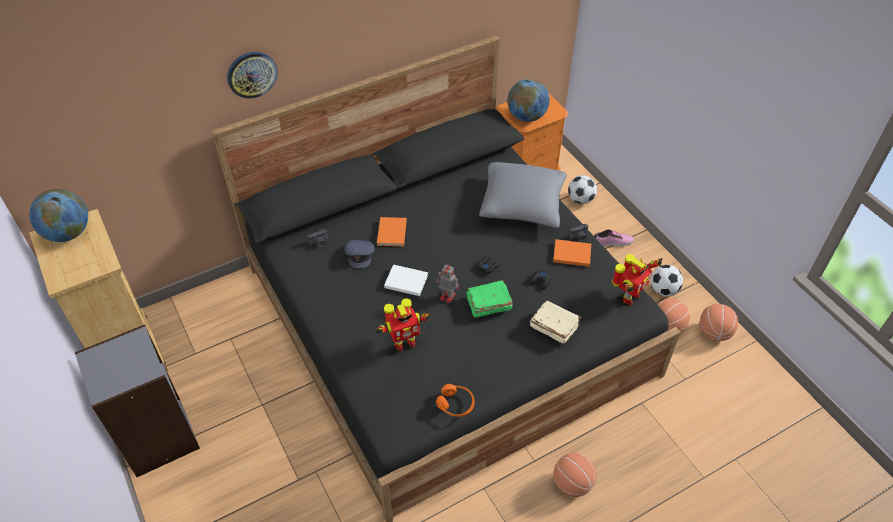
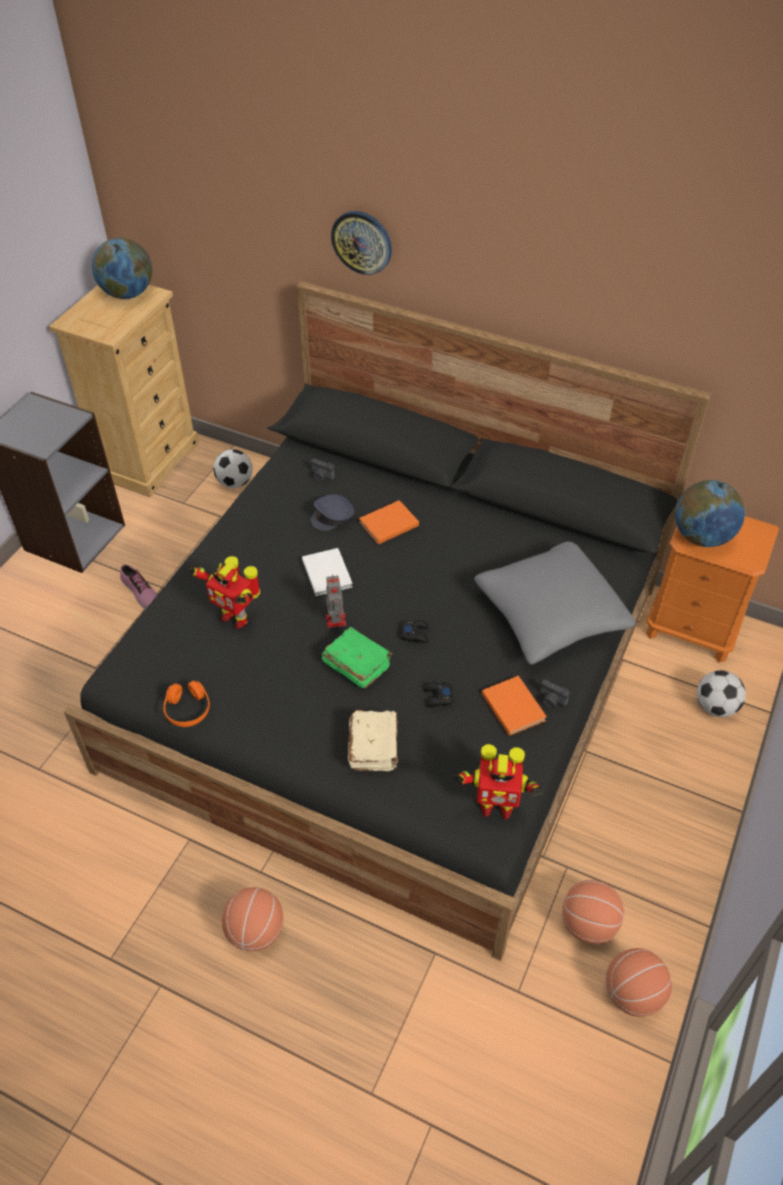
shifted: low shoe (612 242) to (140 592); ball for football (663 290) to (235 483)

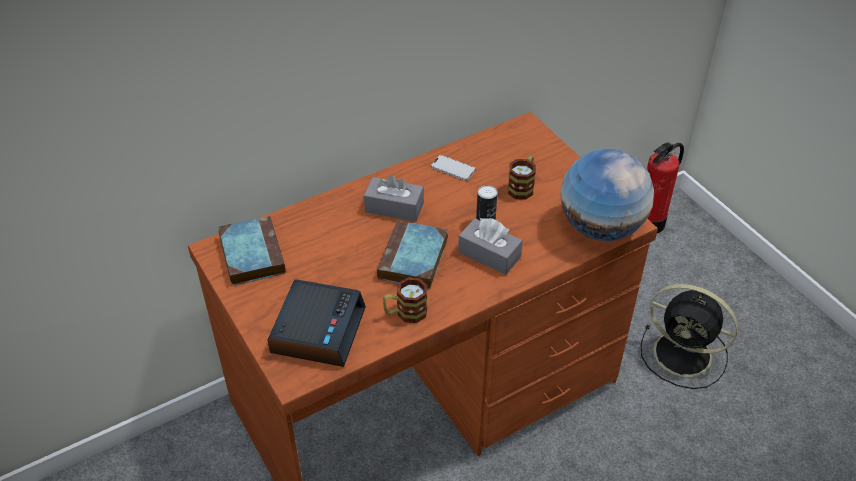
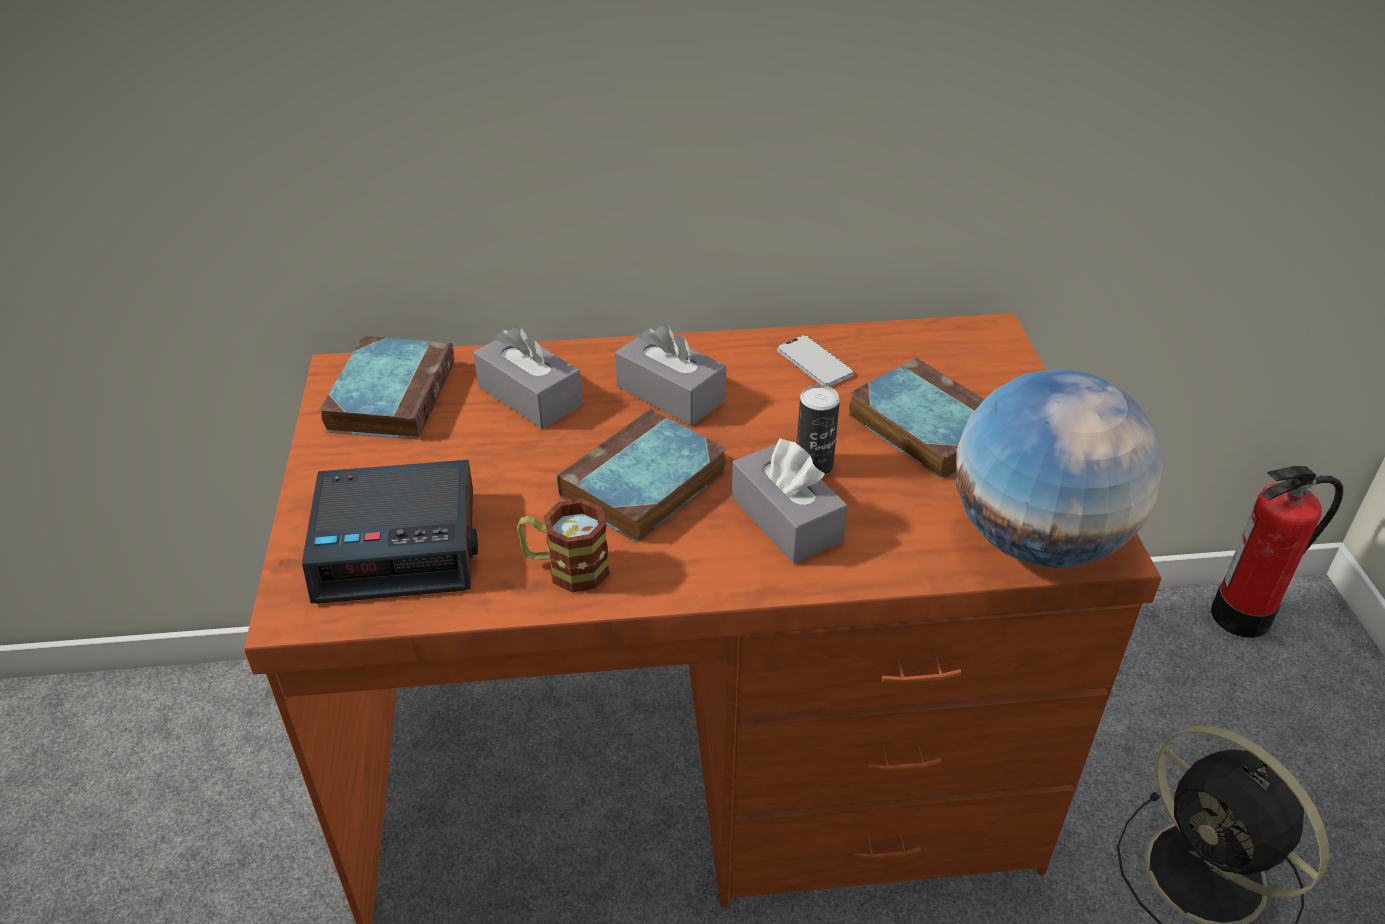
new: gray tissue box (529 396)
swapped: coffee mug (522 186) to bound book (923 425)
rotated: table clock (317 329) = (399 544) 45 degrees clockwise

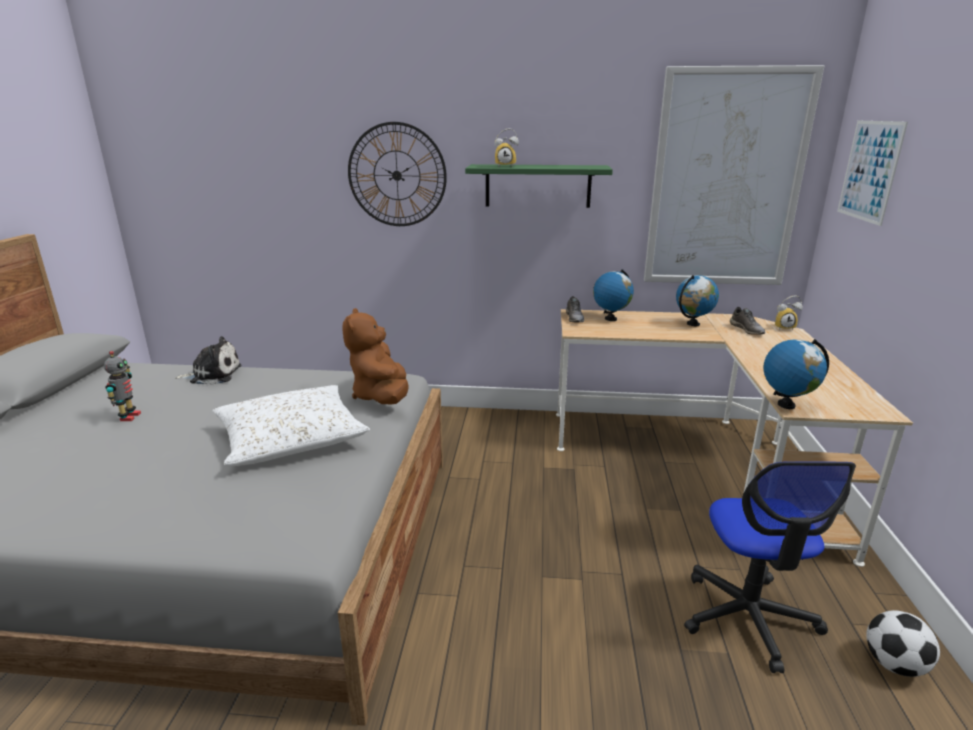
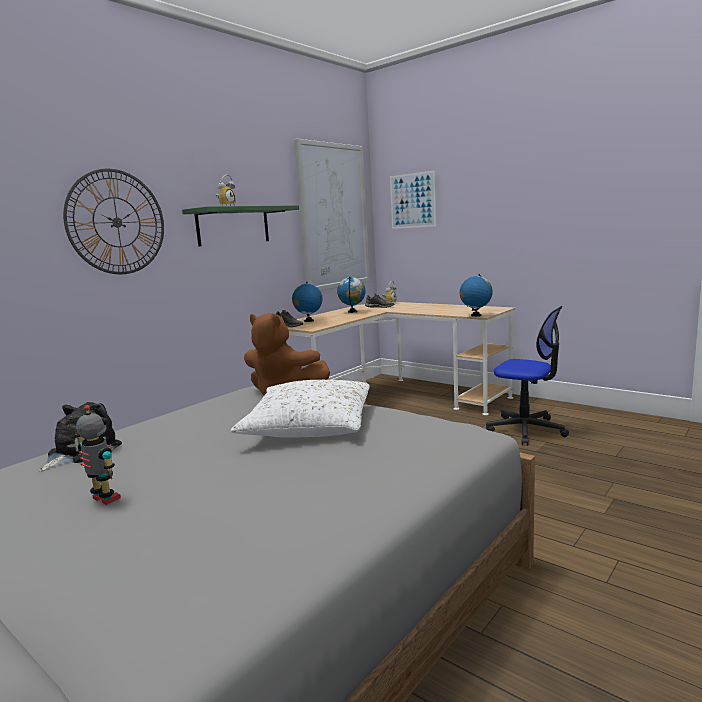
gone: ball for football (893 664)

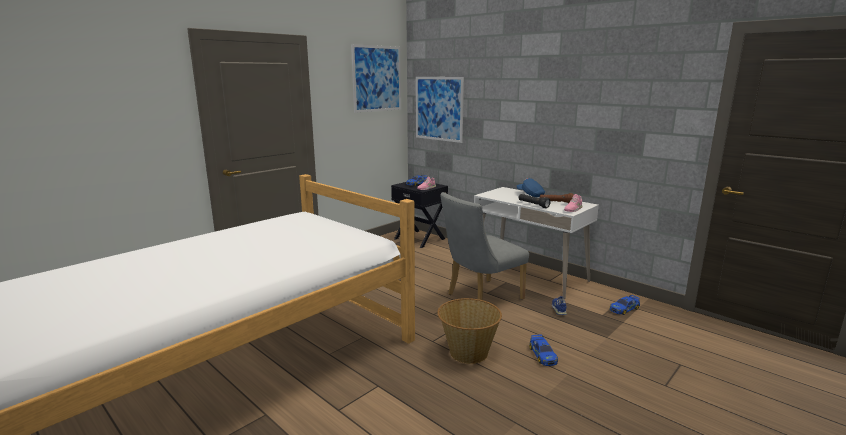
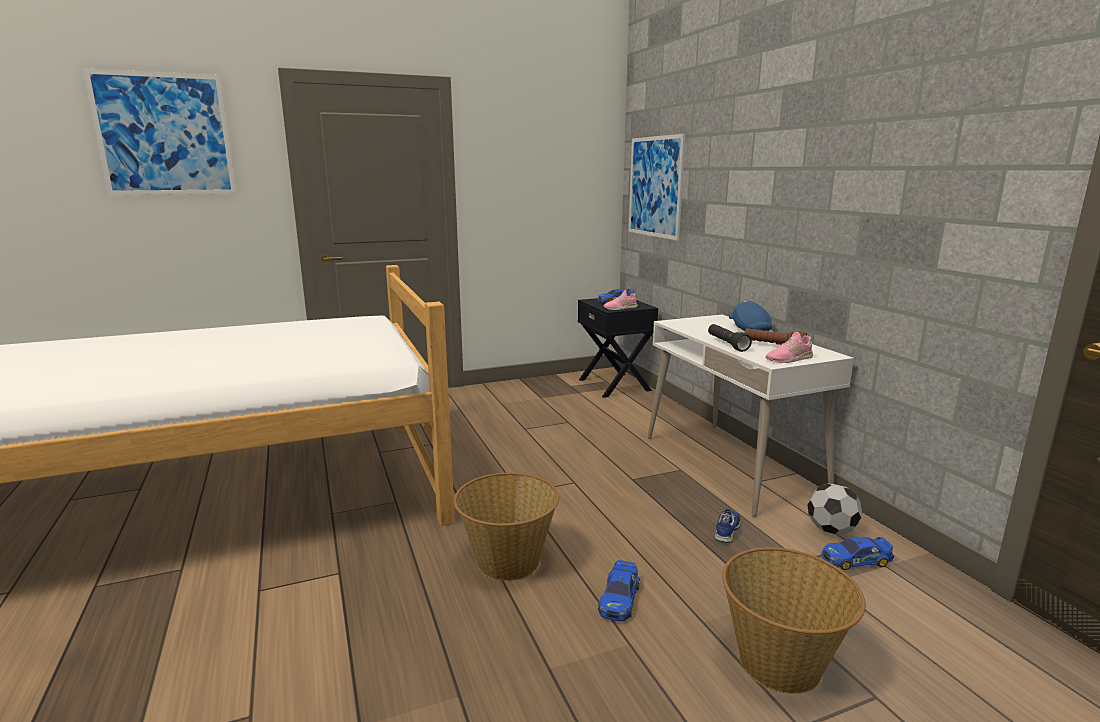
gone: gray plain chair (480 298)
new: basket (781 663); ball for football (831 530)
shifted: wall picture (377 78) to (164 134)

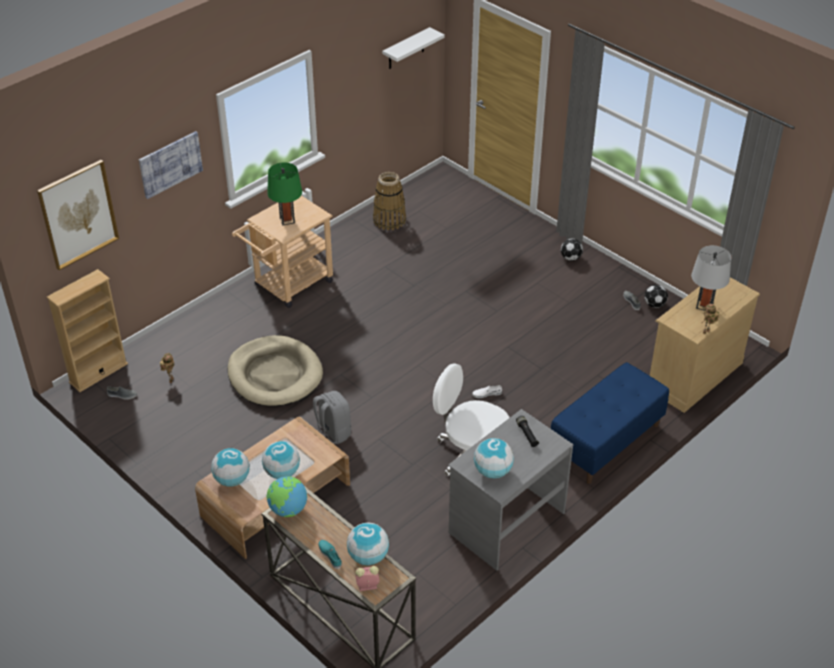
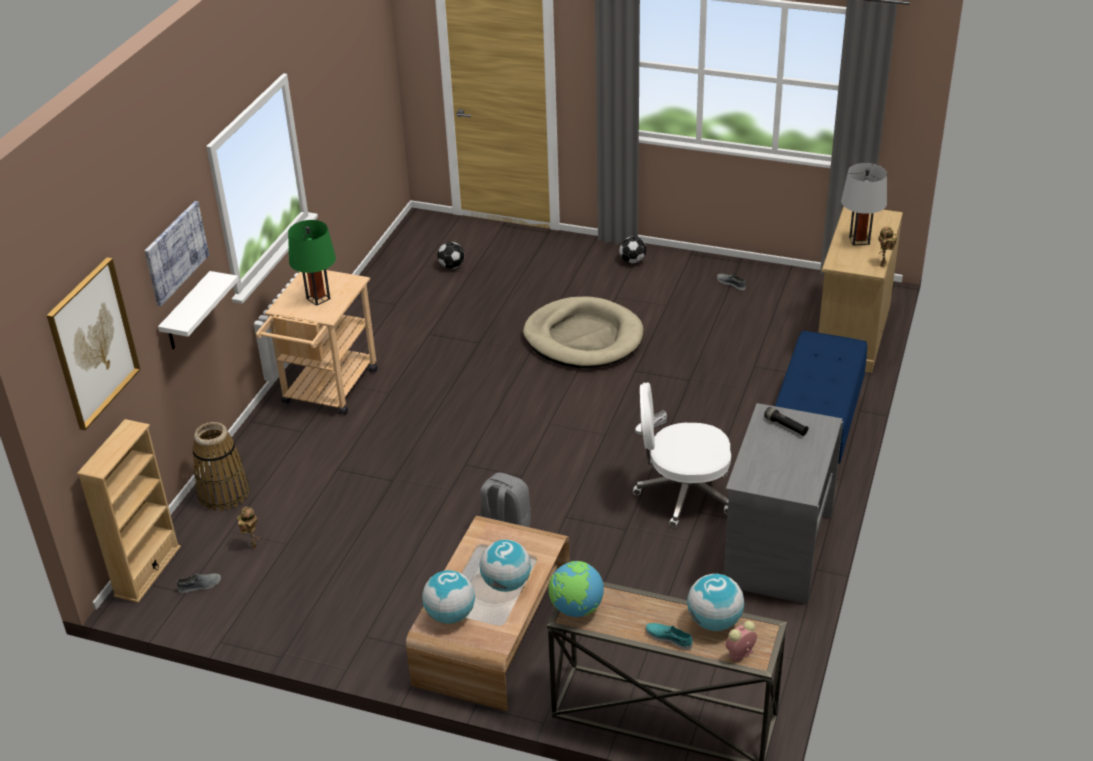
gone: desk globe (493 471)
shifted: beige-coloured dog cushion (275 375) to (583 338); basket (389 220) to (224 493); whitish wall shelf (406 49) to (187 313); ball for football (655 305) to (452 266)

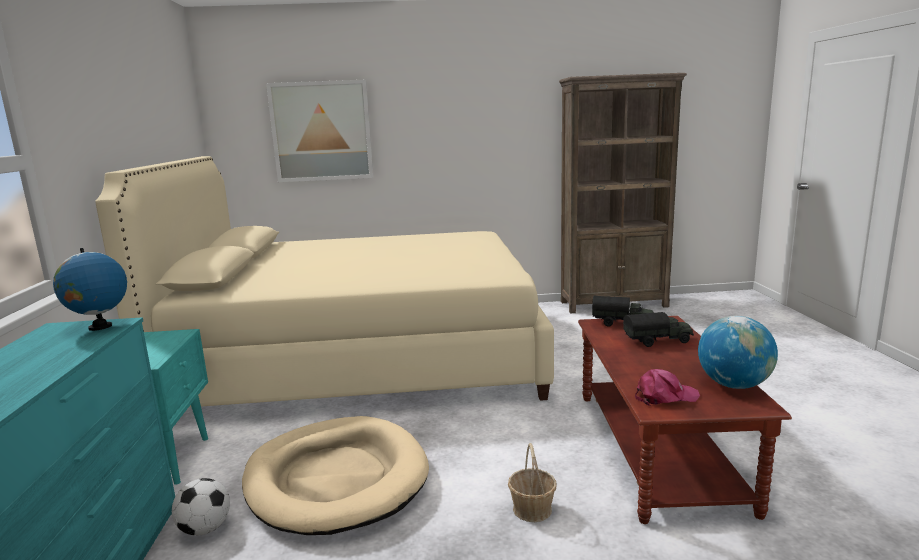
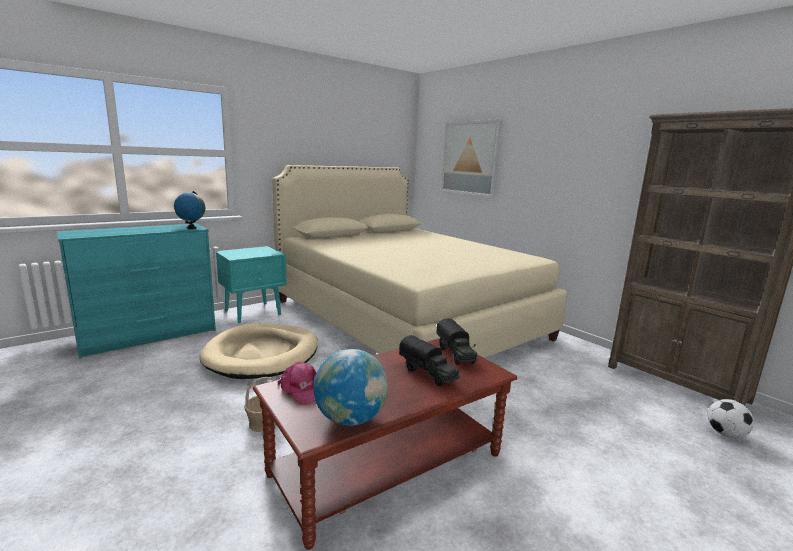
shifted: ball for football (205 529) to (725 434)

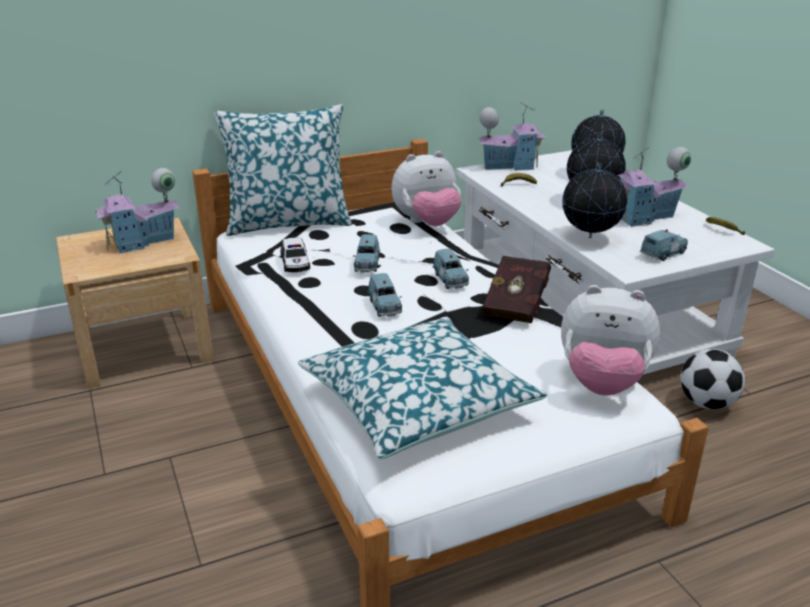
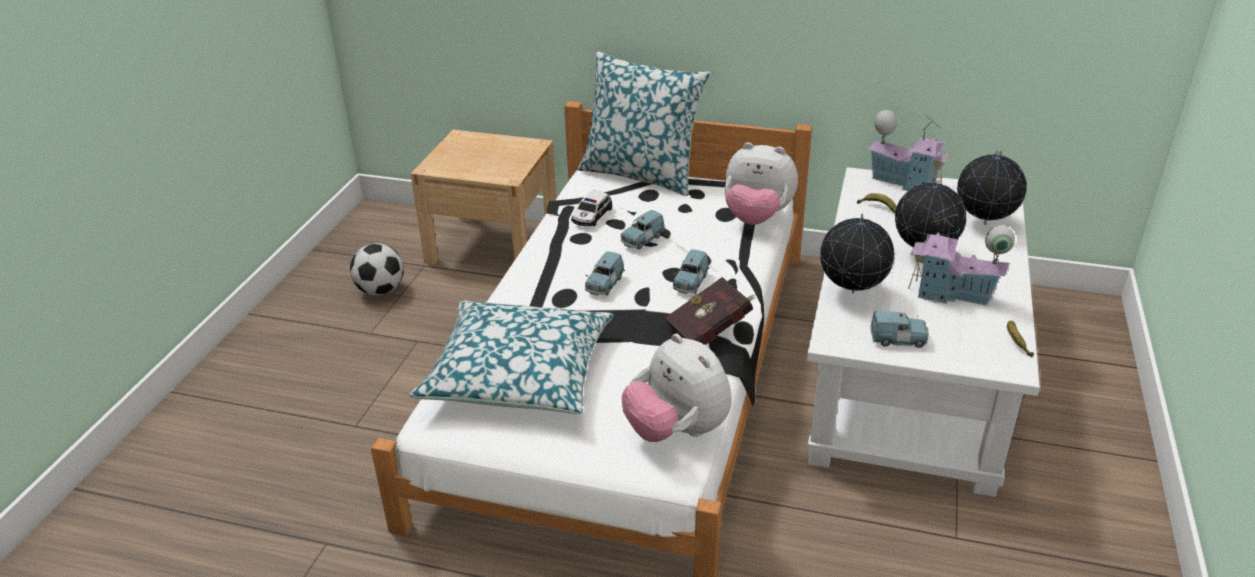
gone: miniature house (144 242)
shifted: ball for football (706 403) to (380 291)

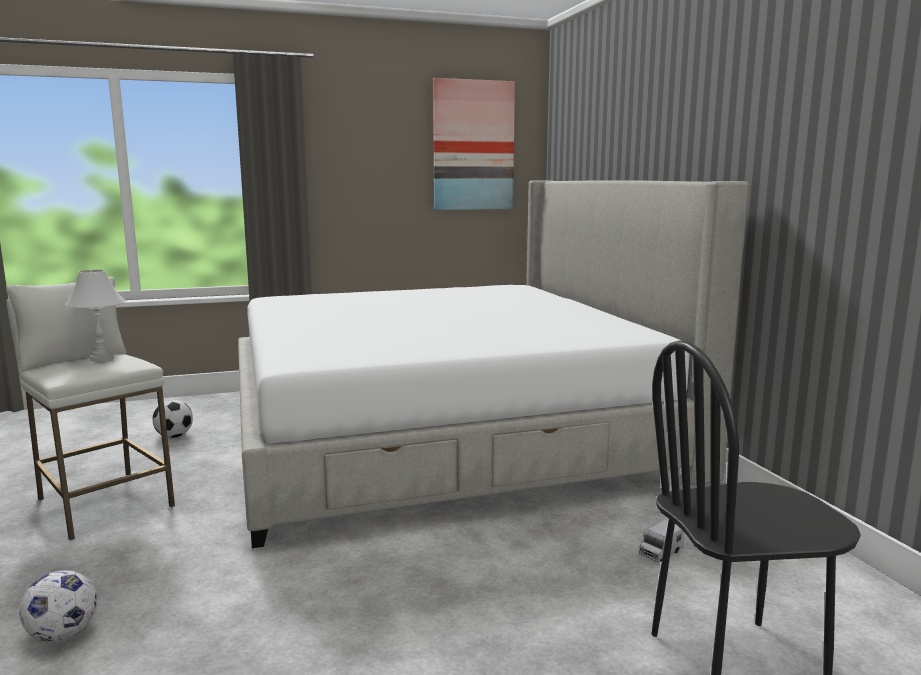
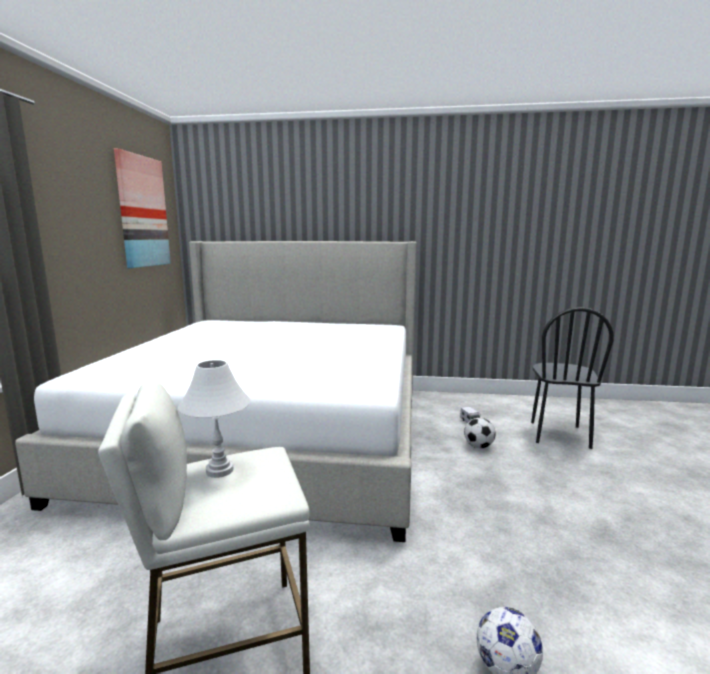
shifted: ball for football (174 436) to (478 446)

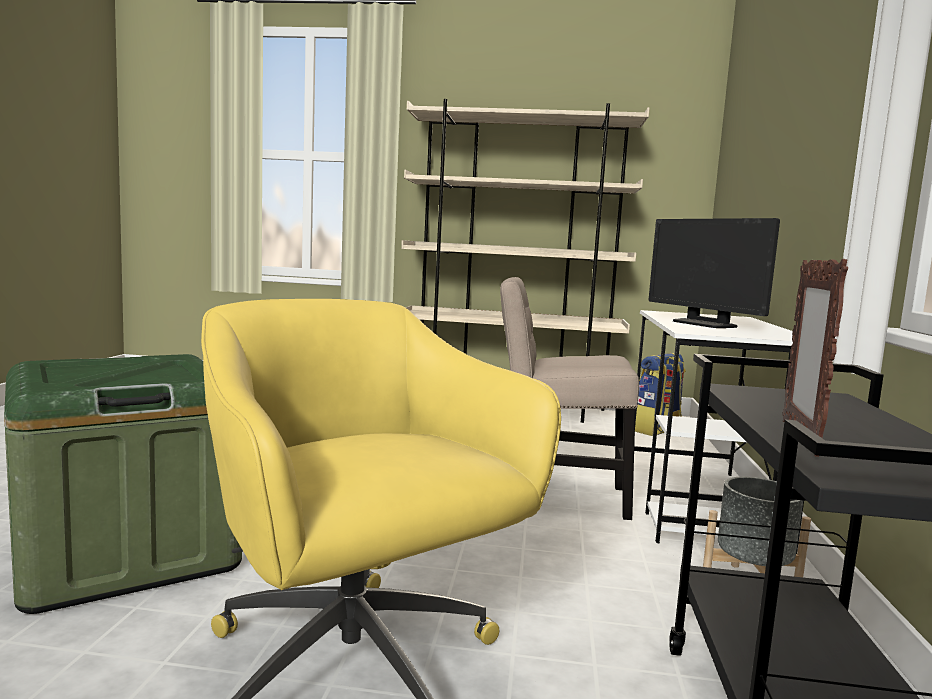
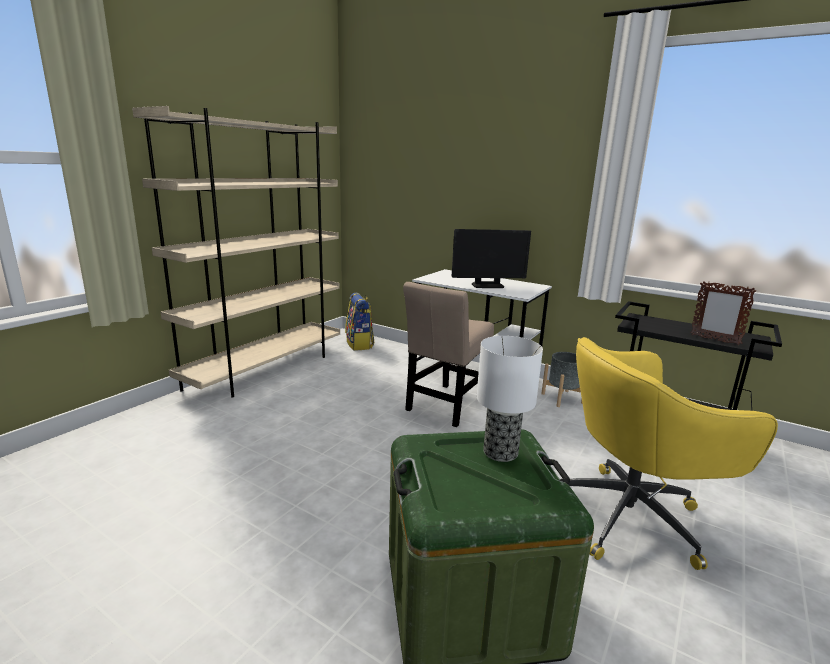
new: table lamp (500 453)

